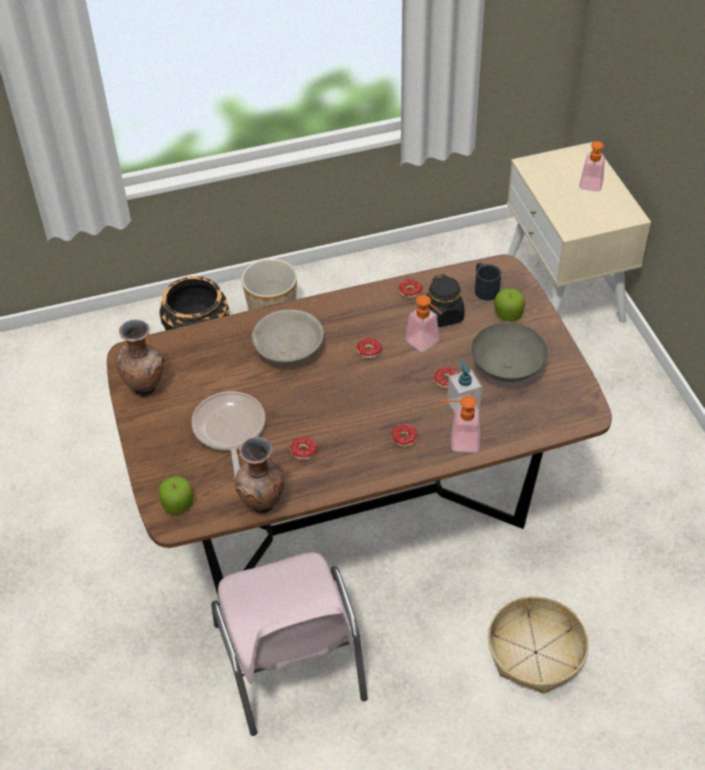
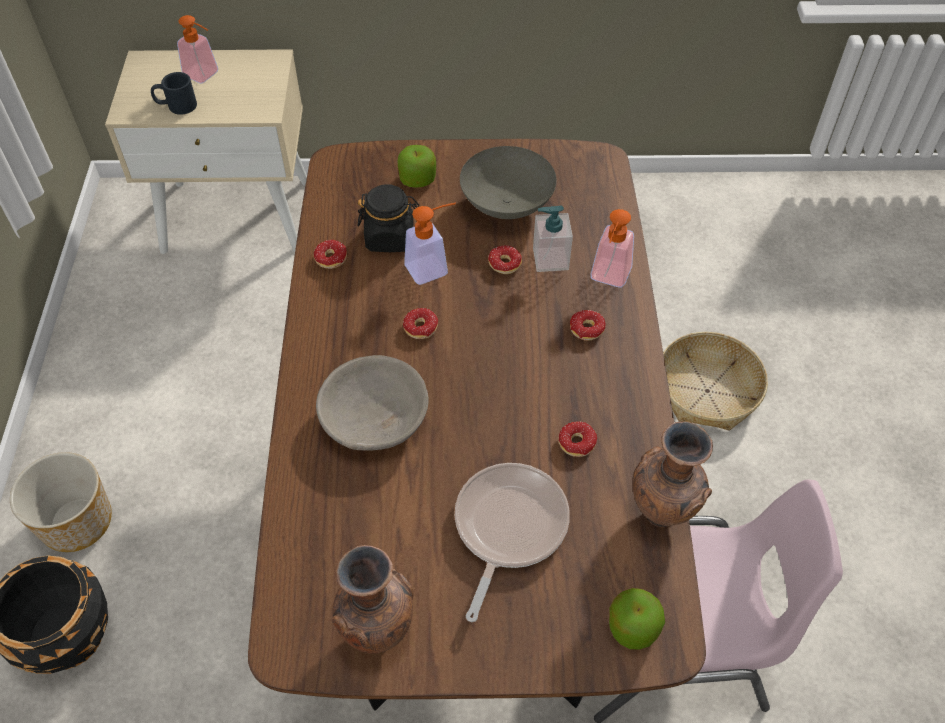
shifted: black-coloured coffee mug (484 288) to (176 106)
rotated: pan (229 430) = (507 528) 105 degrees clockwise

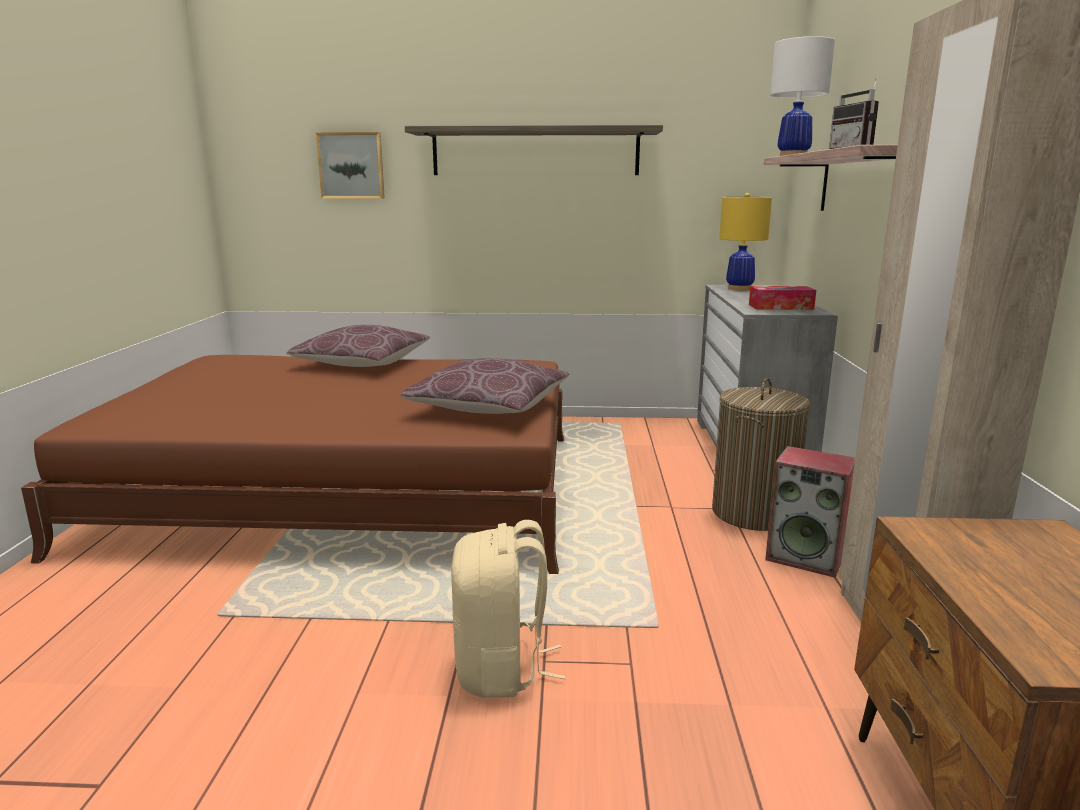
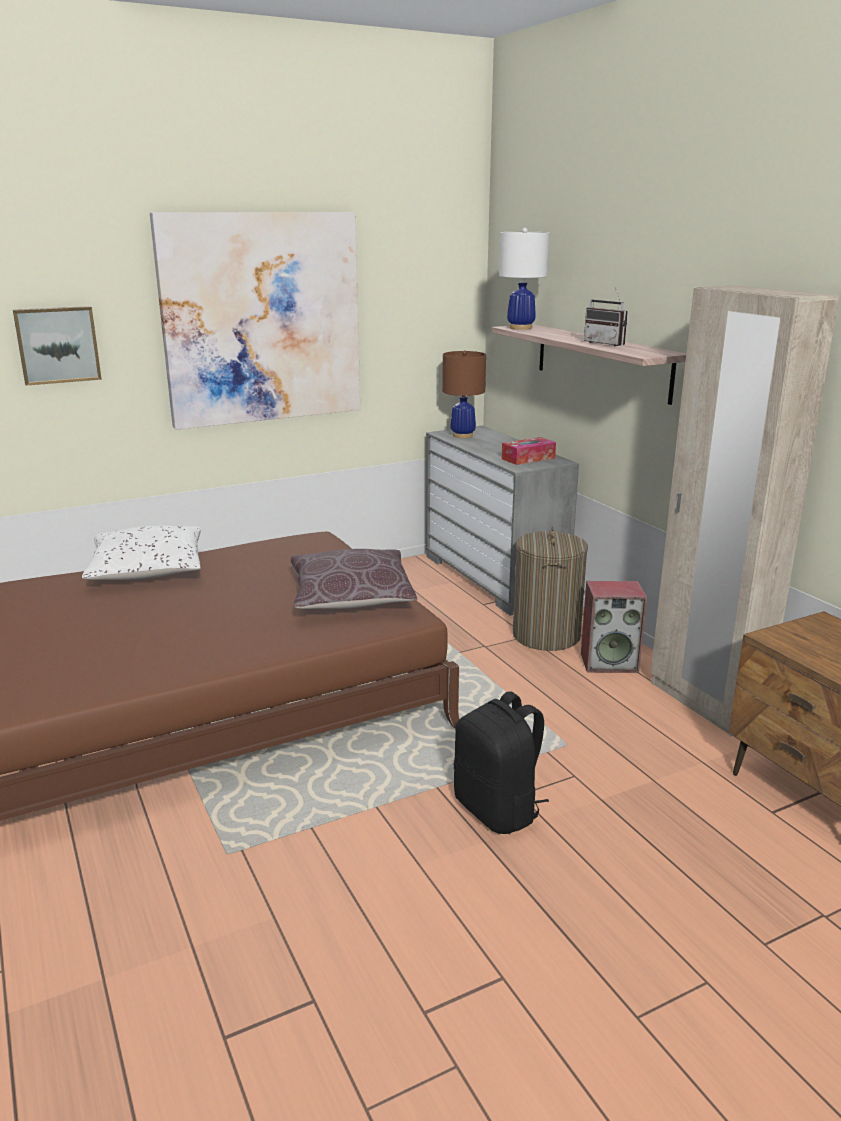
swapped: wall shelf (535 152) to wall picture (261 319)
repainted: brownish cushion (363 363) to whitish cushion (148 570); beige-coloured knapsack (501 669) to black-coloured knapsack (498 810); yellowish table lamp (739 289) to brownish table lamp (462 435)

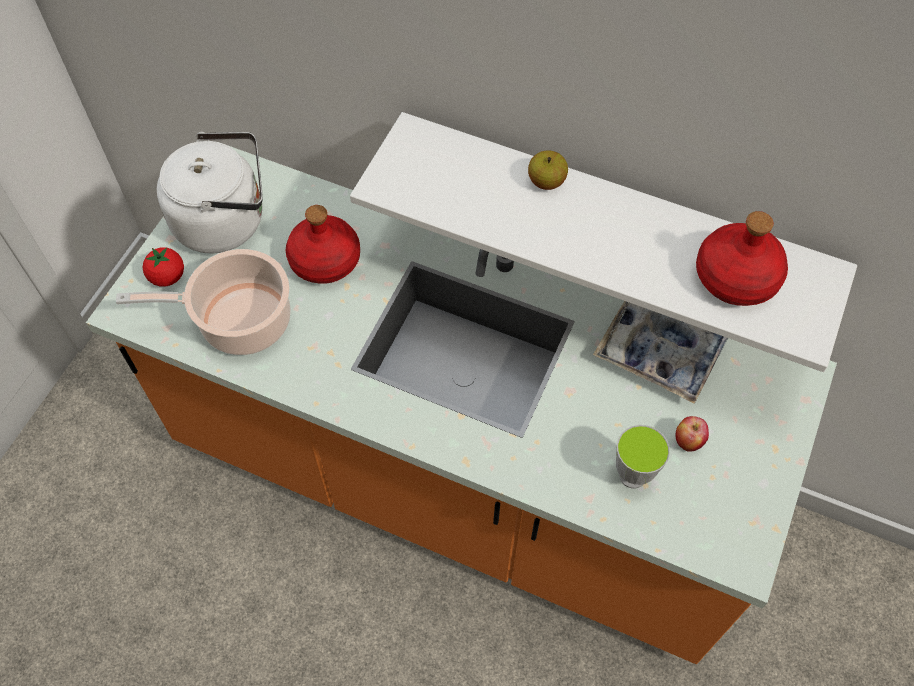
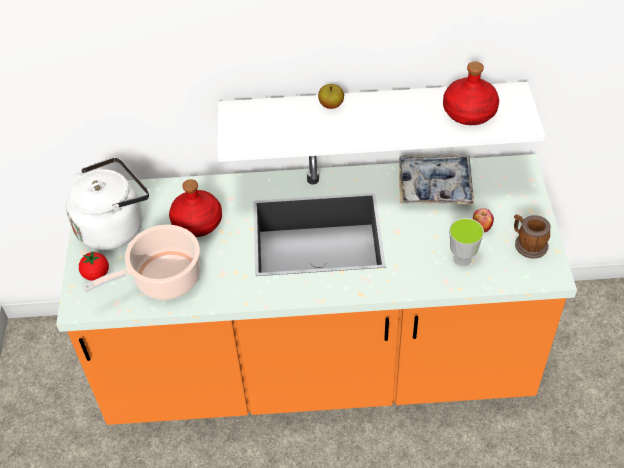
new: coffee mug (527 244)

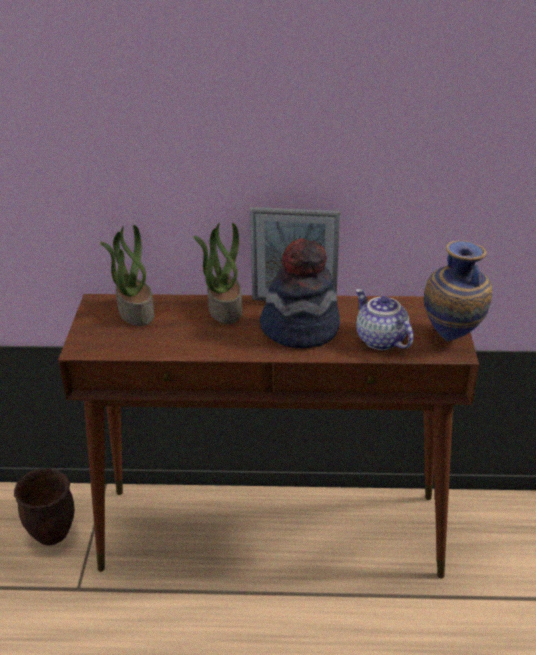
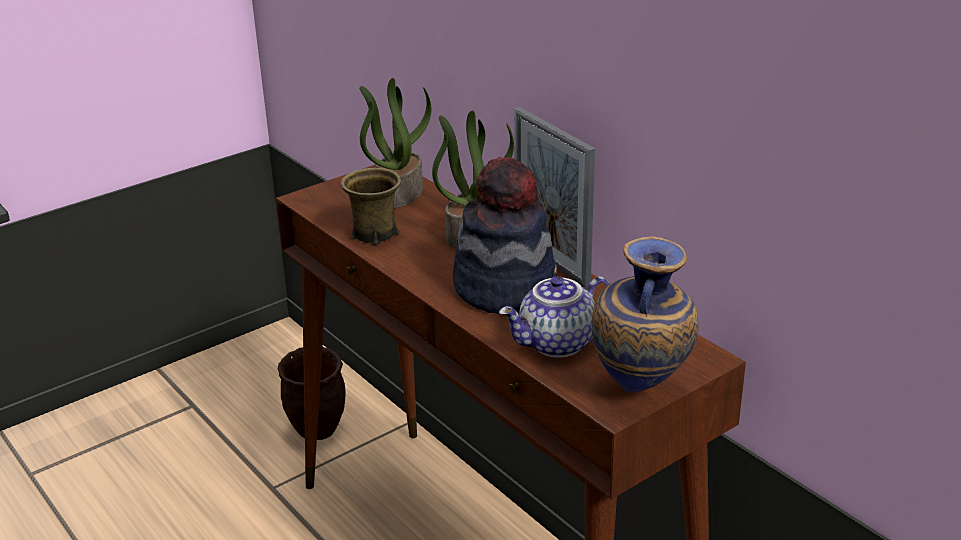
new: brownish coffee mug (374 234)
rotated: teapot (379 340) = (557 344) 135 degrees counterclockwise

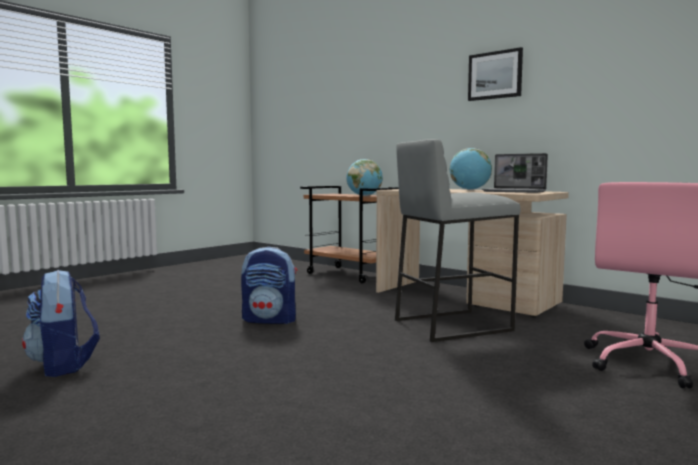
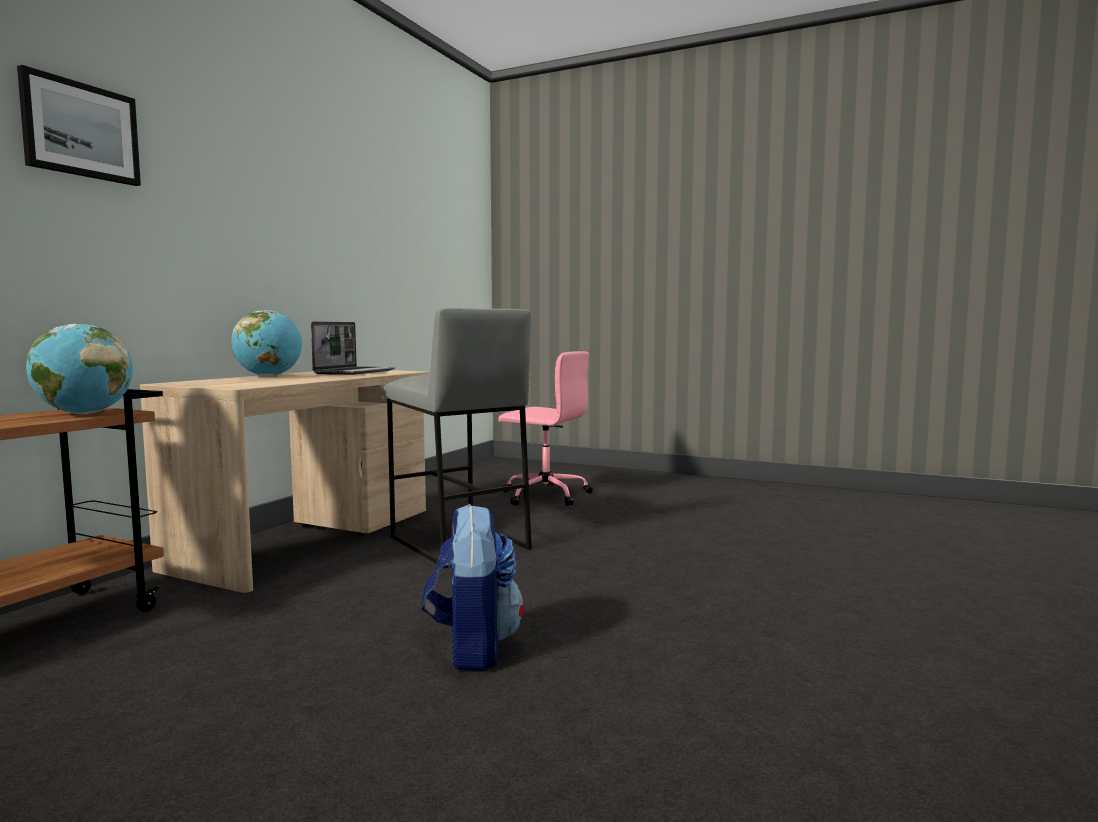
gone: knapsack (64 365)
shifted: wall picture (495 75) to (81 130)

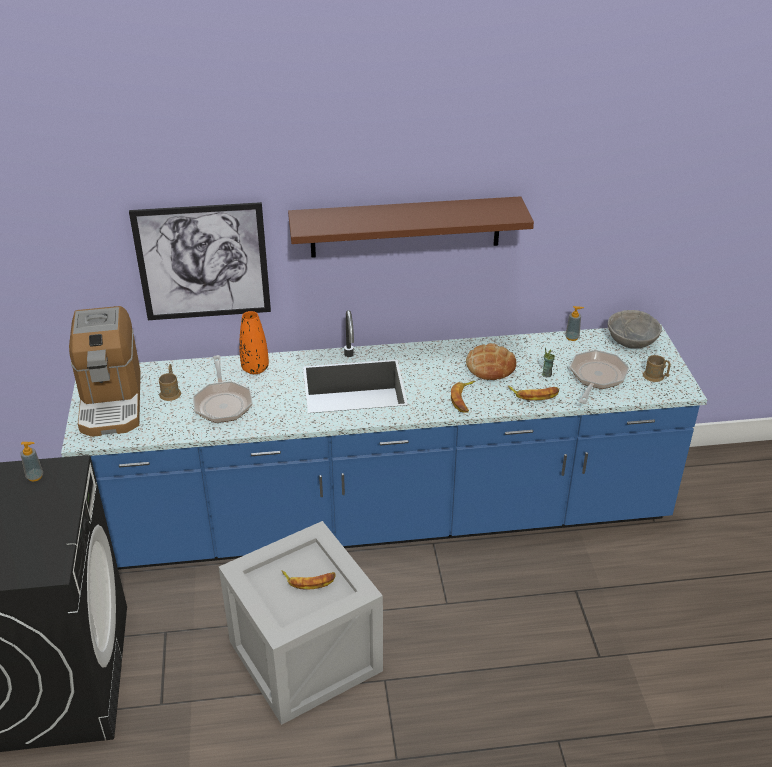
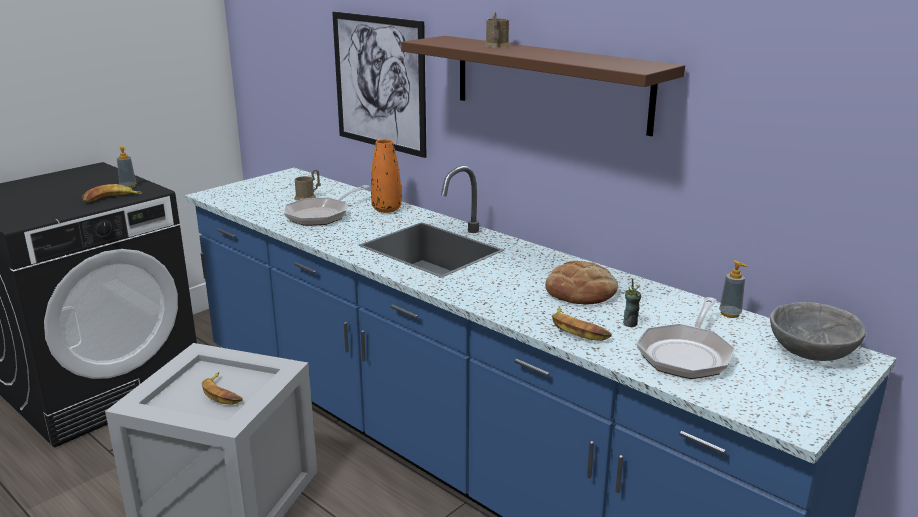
gone: coffee maker (111 401)
shifted: banana fruit (464 399) to (111 199); brownish coffee mug (656 377) to (496 46)
rotated: pan (596 377) = (686 354) 135 degrees clockwise

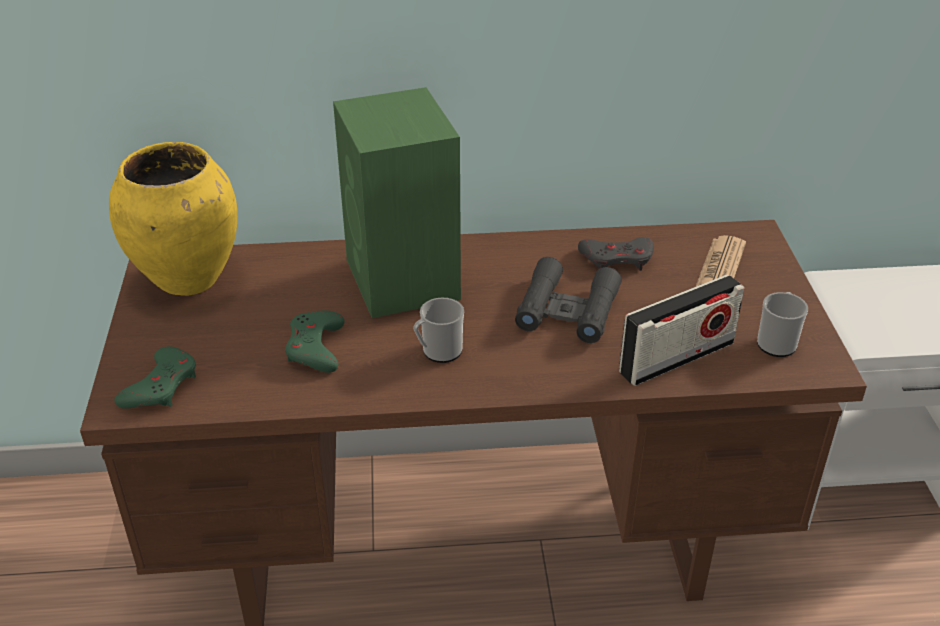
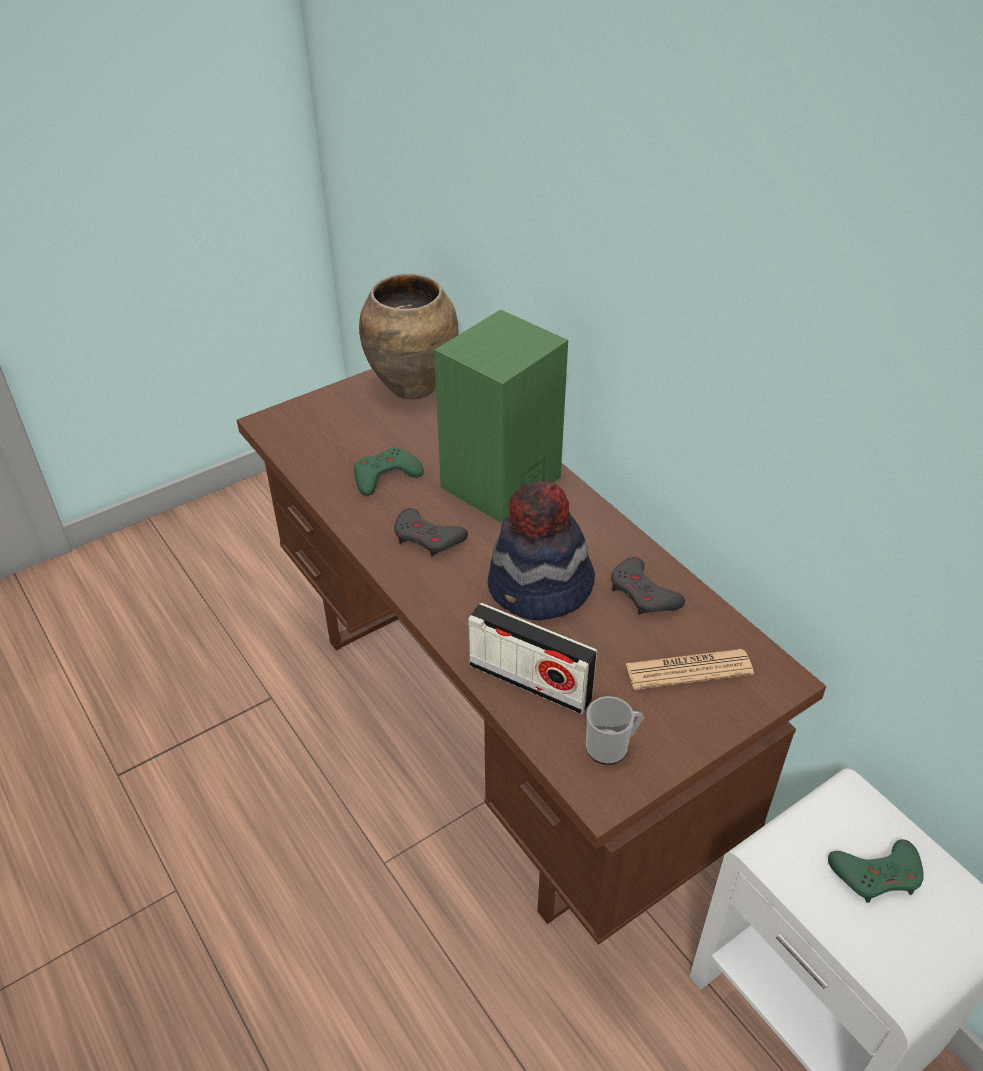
shifted: green gamepad (161 386) to (877 874)
swapped: coffee mug (438 352) to gray gamepad (427 537); black-coloured field glasses (567 310) to wearable hat (540 589)
repainted: yellowish flower vase (189 279) to brownish flower vase (414 387)

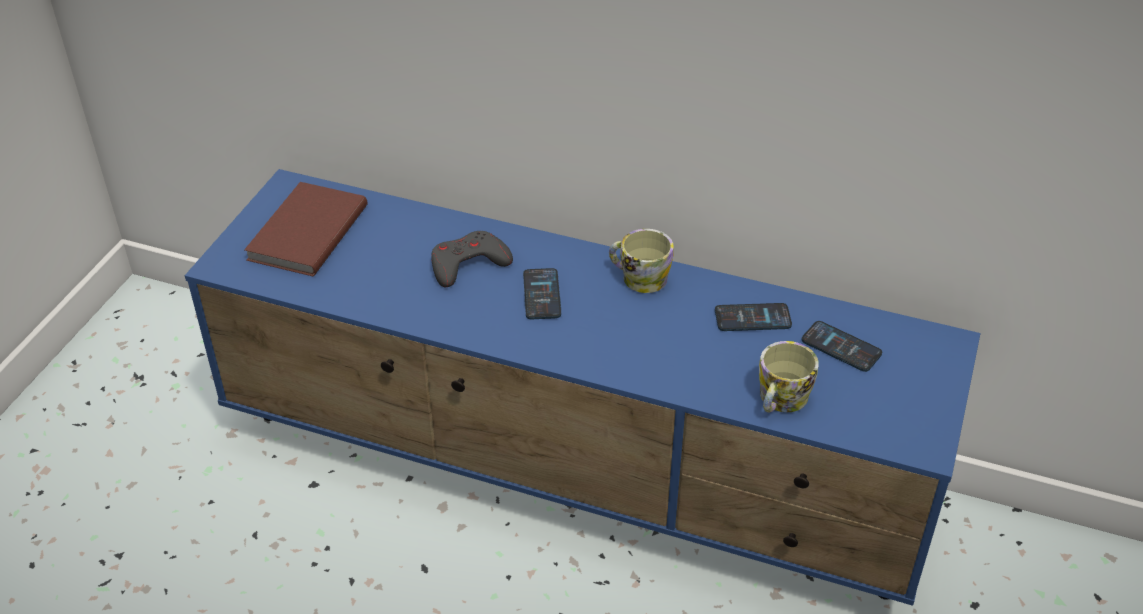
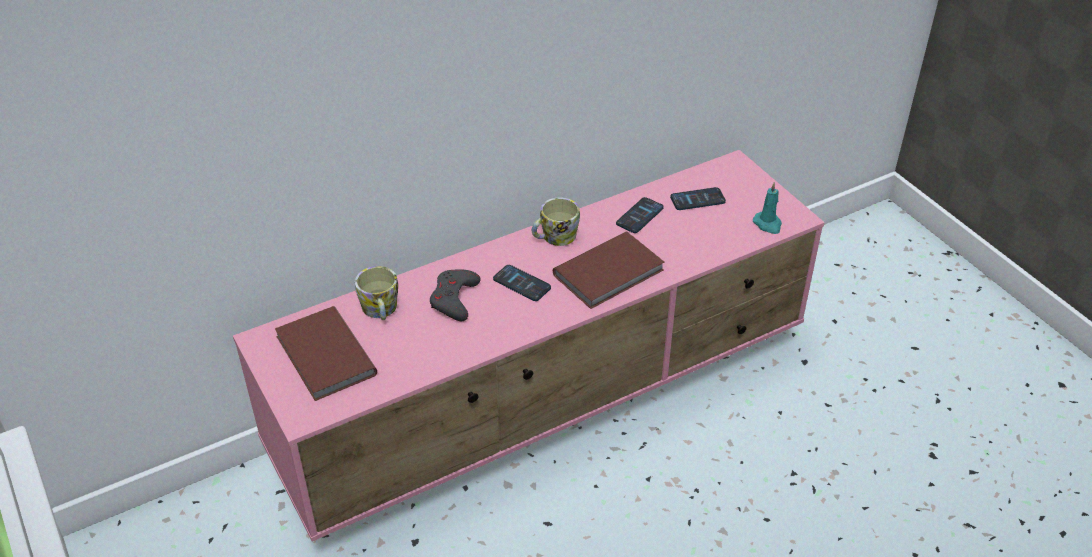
new: brownish bound book (611 273); turquoise-coloured wax candle (768 224)
shifted: coffee mug (780 400) to (380 310)
repainted: blue-coloured tv stand (575 471) to pinkish tv stand (548 404)

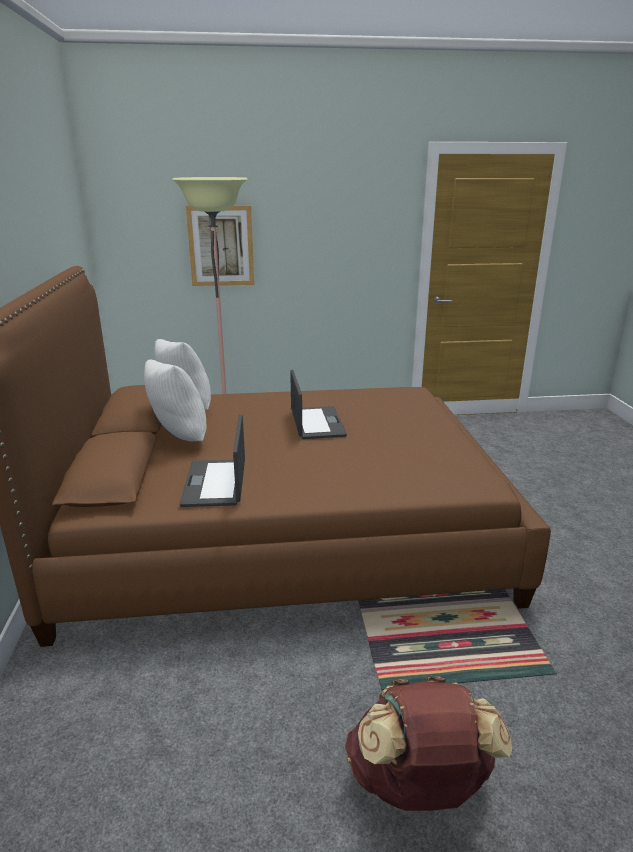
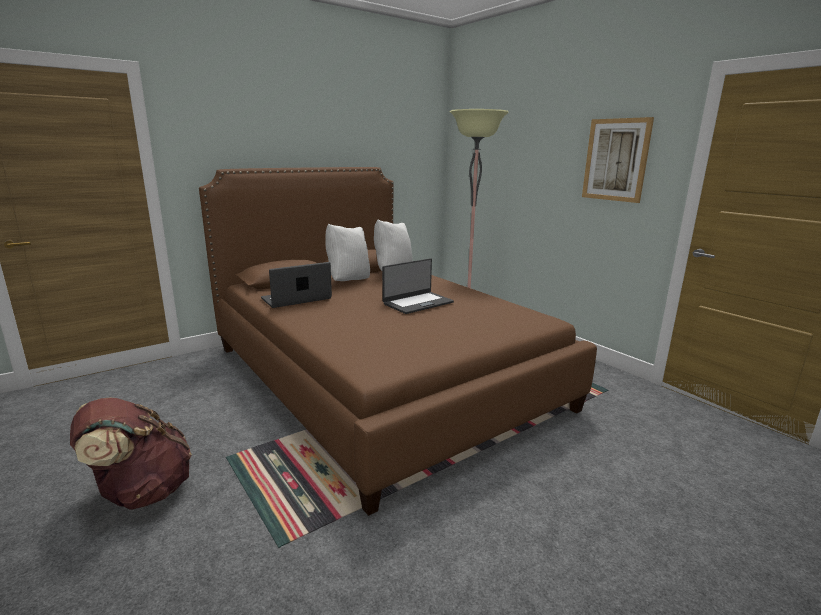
shifted: wall picture (221 246) to (615 160)

